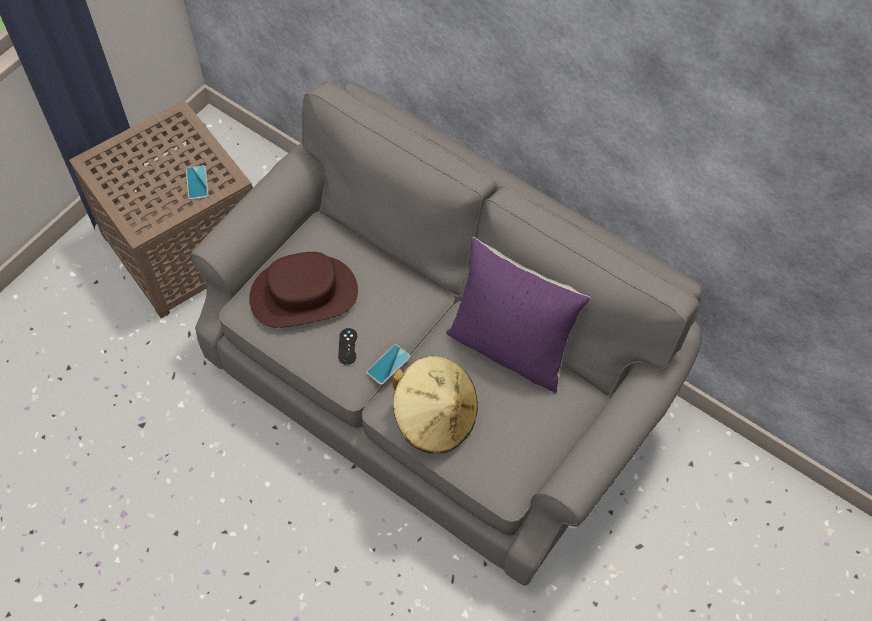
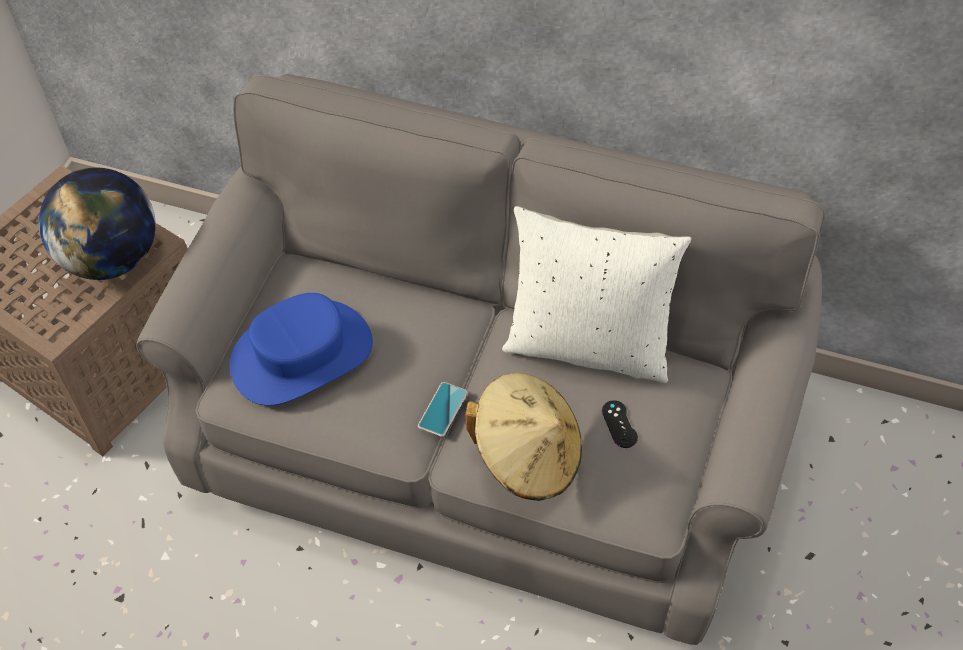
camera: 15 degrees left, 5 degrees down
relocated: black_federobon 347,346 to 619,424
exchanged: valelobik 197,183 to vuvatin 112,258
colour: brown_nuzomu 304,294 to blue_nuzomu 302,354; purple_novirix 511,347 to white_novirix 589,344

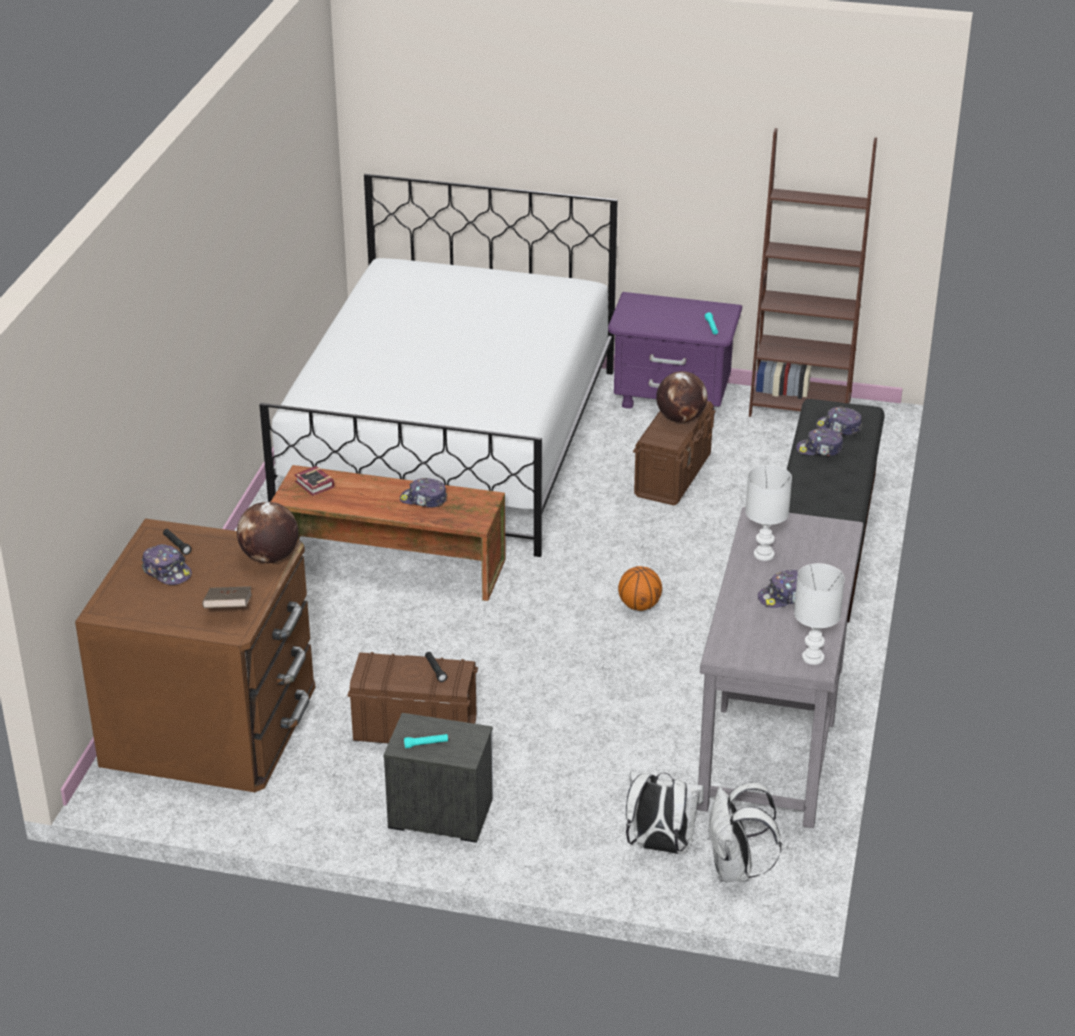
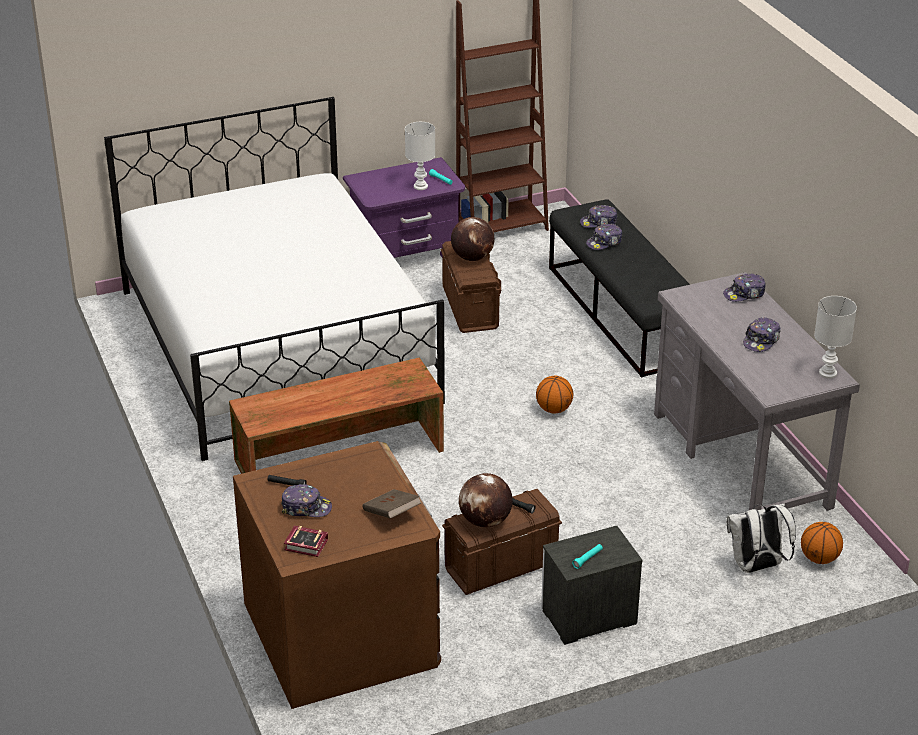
camera: 35 degrees left, 0 degrees up
relocated: vuvatin 269,558 to 485,521; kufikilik 314,485 to 307,546; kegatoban 423,500 to 744,294; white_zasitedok 764,554 to 420,186
exchanged: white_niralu 735,870 to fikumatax 819,559

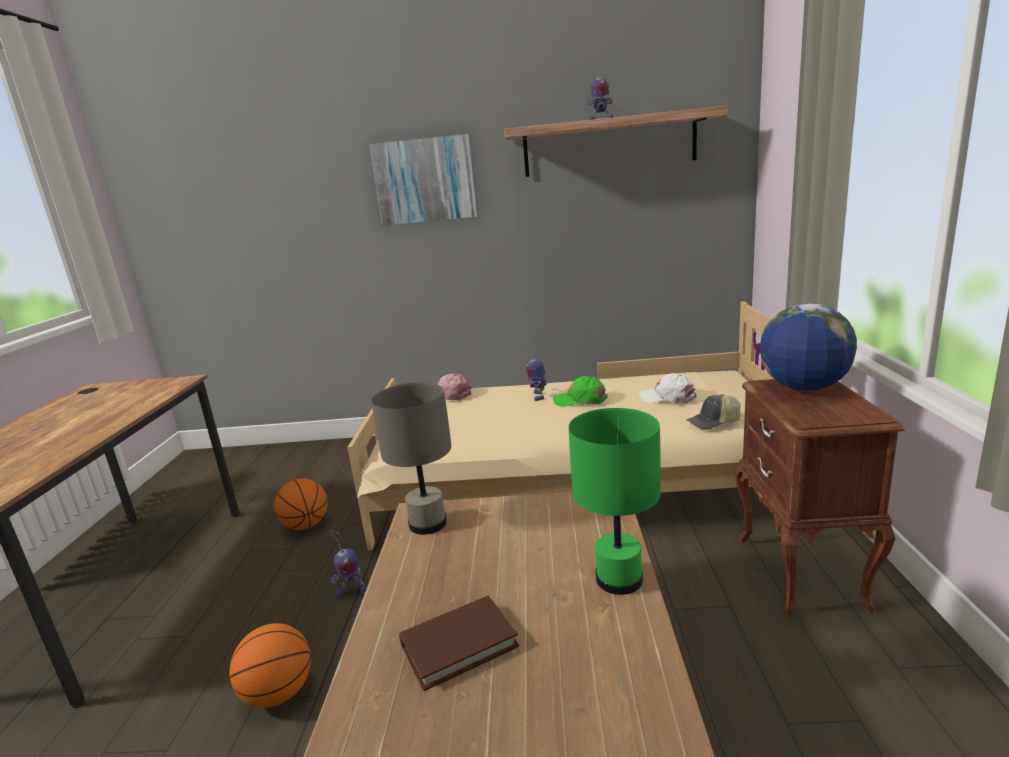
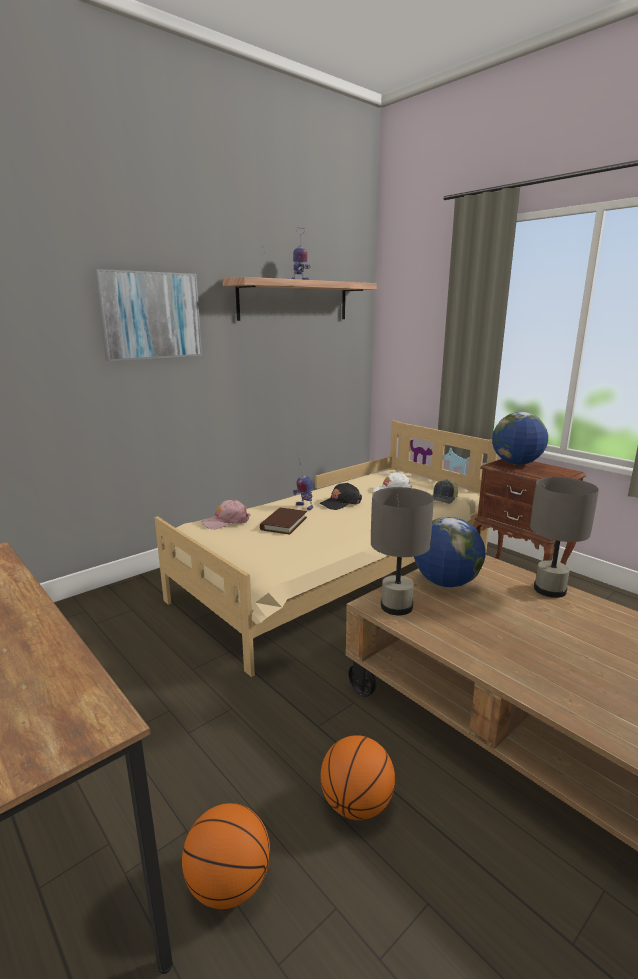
camera: 45 degrees left, 0 degrees up
missing: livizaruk 351,591
appeared: vuvatin 446,583
relocated: fikumatax 306,525 to 229,884; brown_kufikilik 459,645 to 284,523
colour: green_kegatoban 580,400 to black_kegatoban 340,503; green_zasitedok 620,579 to grey_zasitedok 550,589

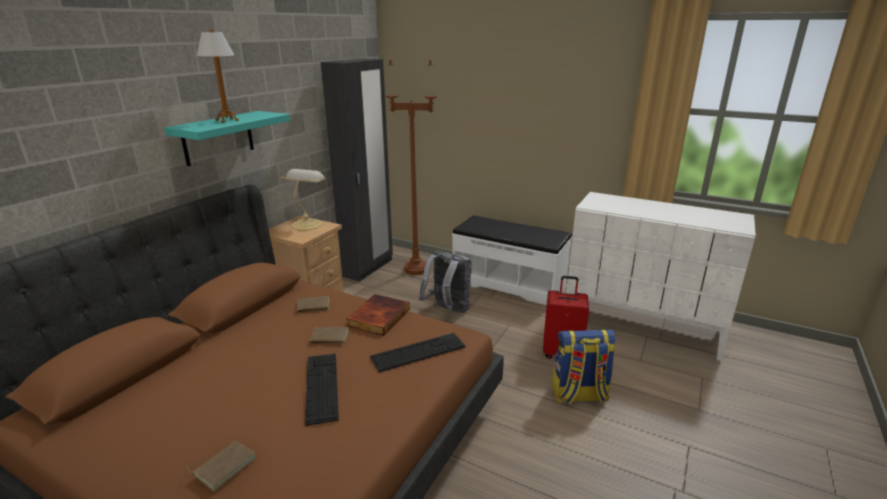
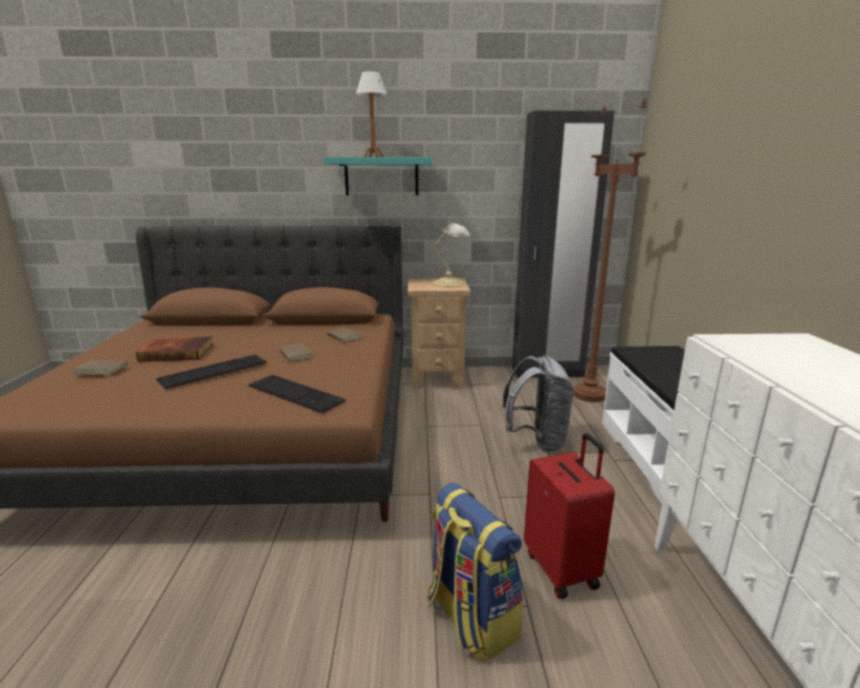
camera: 60 degrees right, 5 degrees down
relocated: kufikilik 378,317 to 178,352

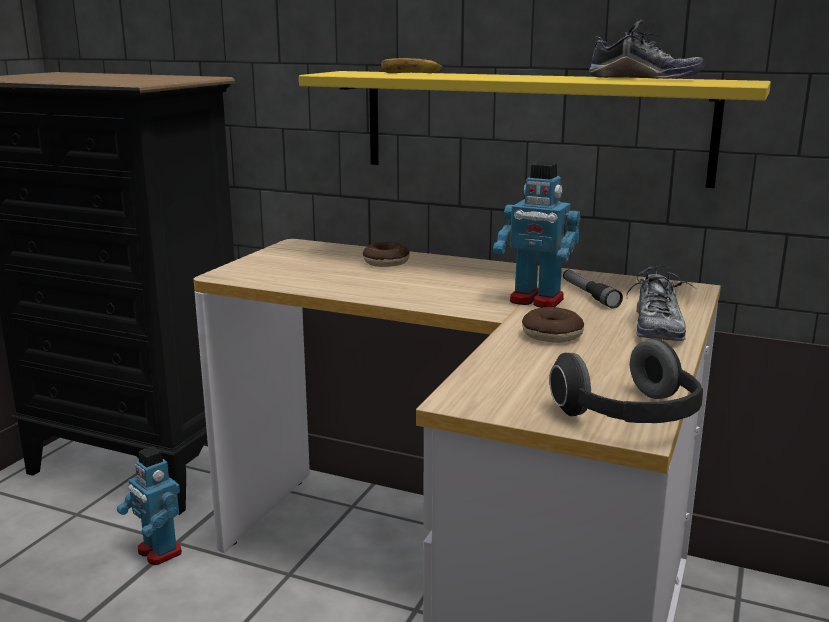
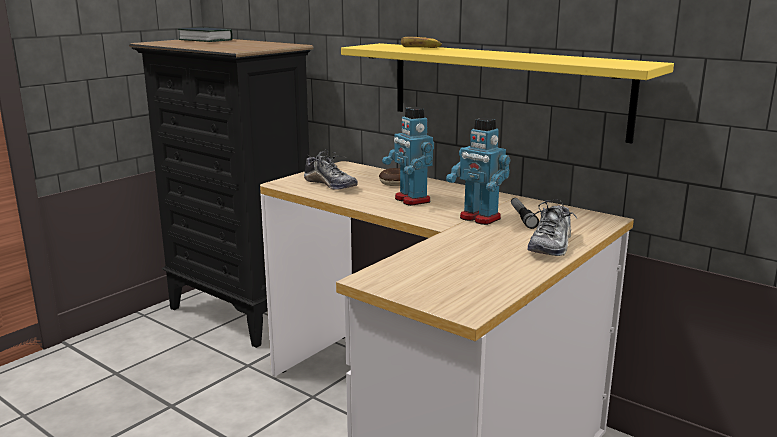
camera: 15 degrees right, 0 degrees up
missing: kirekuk 552,335; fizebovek 631,417
appeared: kufikilik 205,40
relocated: livizaruk 158,552 to 411,200; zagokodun 644,79 to 330,185

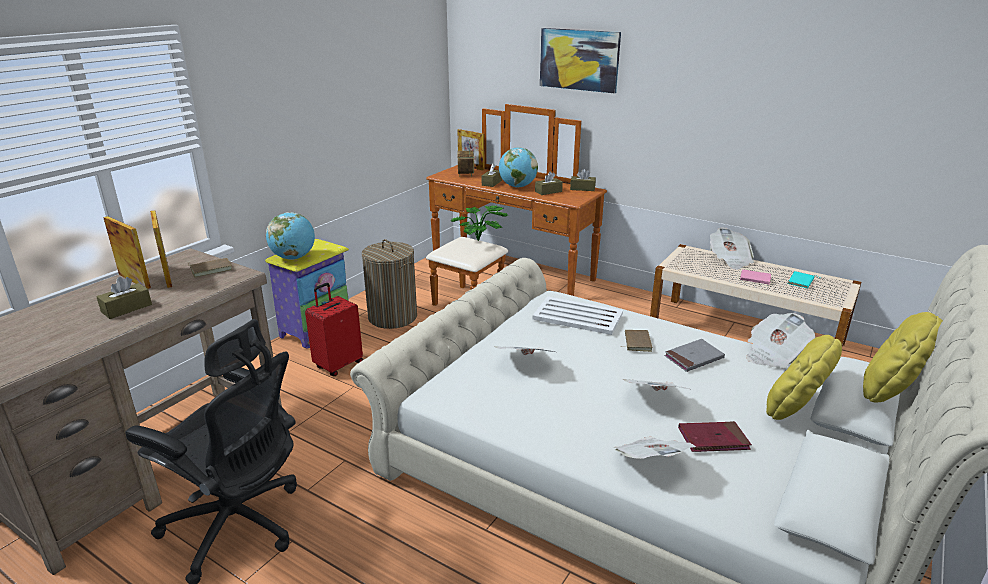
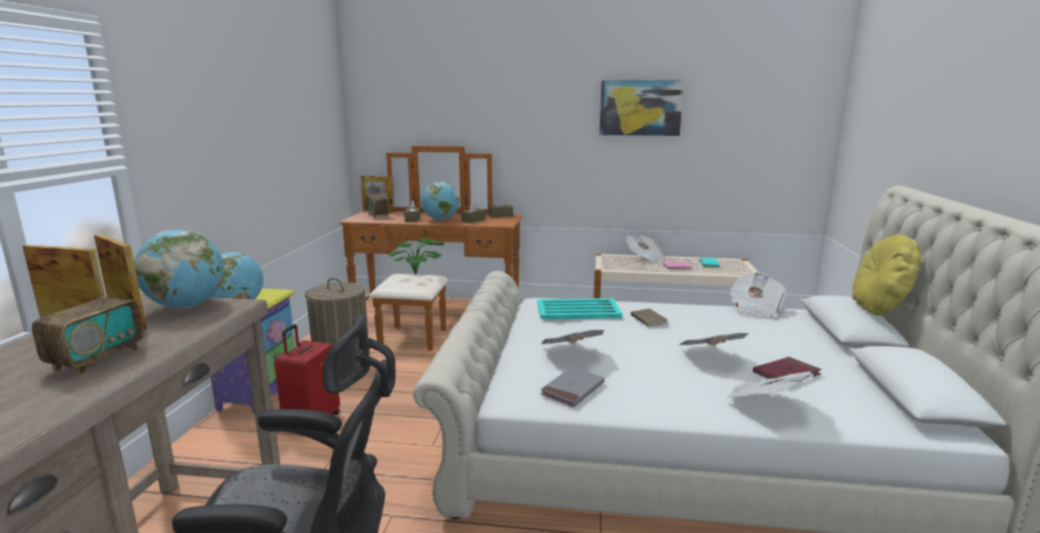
camera: 25 degrees left, 10 degrees down
missing: yellow_novirix 794,412
relocated: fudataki 579,60 to 640,108; grey_kufikilik 693,358 to 572,389
exchanged: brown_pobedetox 126,308 to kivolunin 96,359; brown_kufikilik 211,269 to vuvatin 186,306
colour: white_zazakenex 577,316 to turquoise_zazakenex 577,310

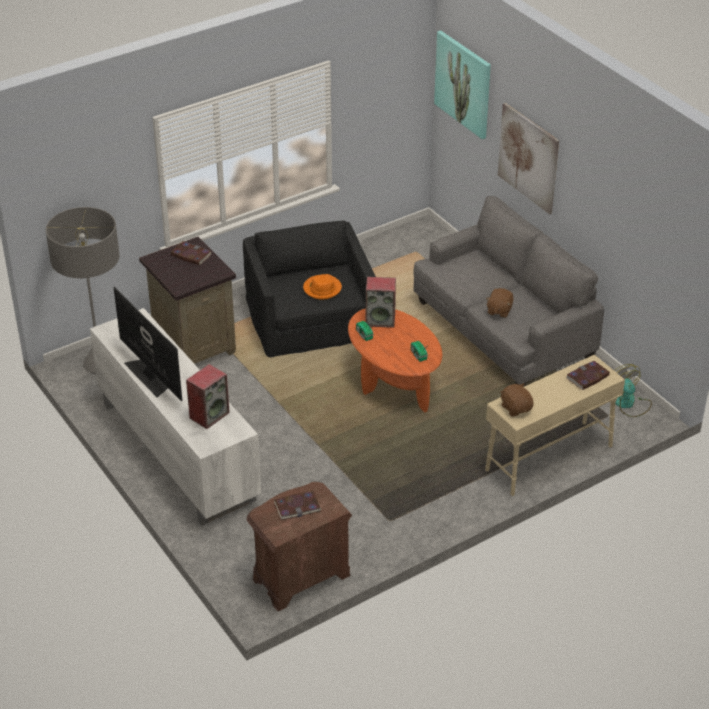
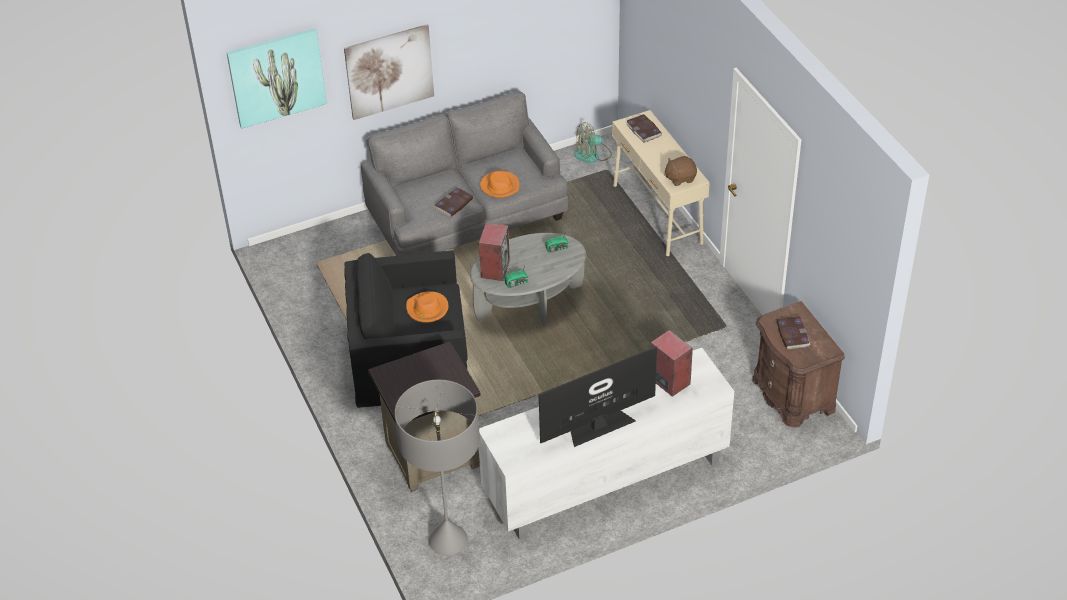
camera: 80 degrees left, 5 degrees up
relocated: kufikilik 190,255 to 453,204
exchanged: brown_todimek 499,310 to orange_nuzomu 500,186
colour: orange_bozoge 394,382 to grey_bozoge 529,303

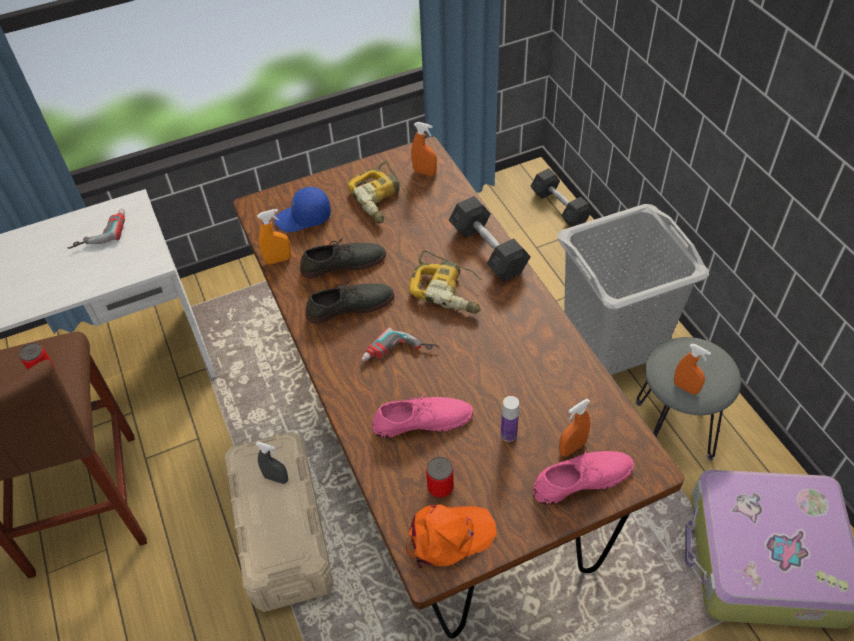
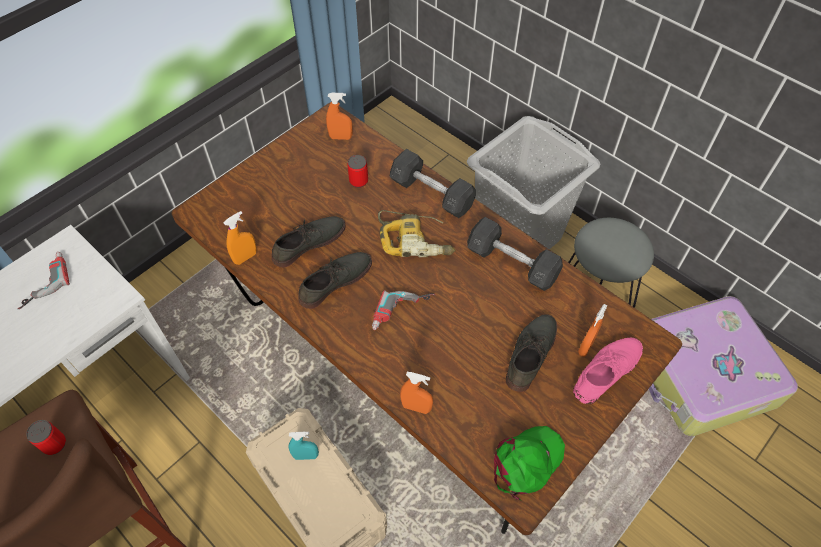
camera: 25 degrees left, 5 degrees up
missing: blue_kegatoban 303,218; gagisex 381,199; pink_zagokodun 422,420
relocated: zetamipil 440,487 to 358,181; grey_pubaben 559,207 to 512,263; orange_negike 685,388 to 416,407
exchanged: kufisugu 508,434 to grey_zagokodun 530,353
colour: grey_negike 276,478 to turquoise_negike 306,456; orange_kegatoban 448,537 to green_kegatoban 526,462

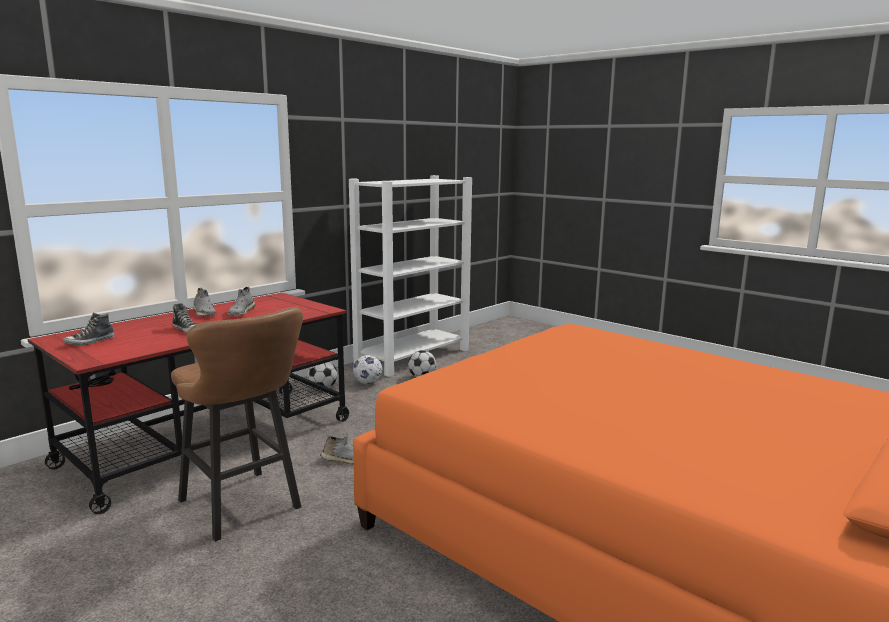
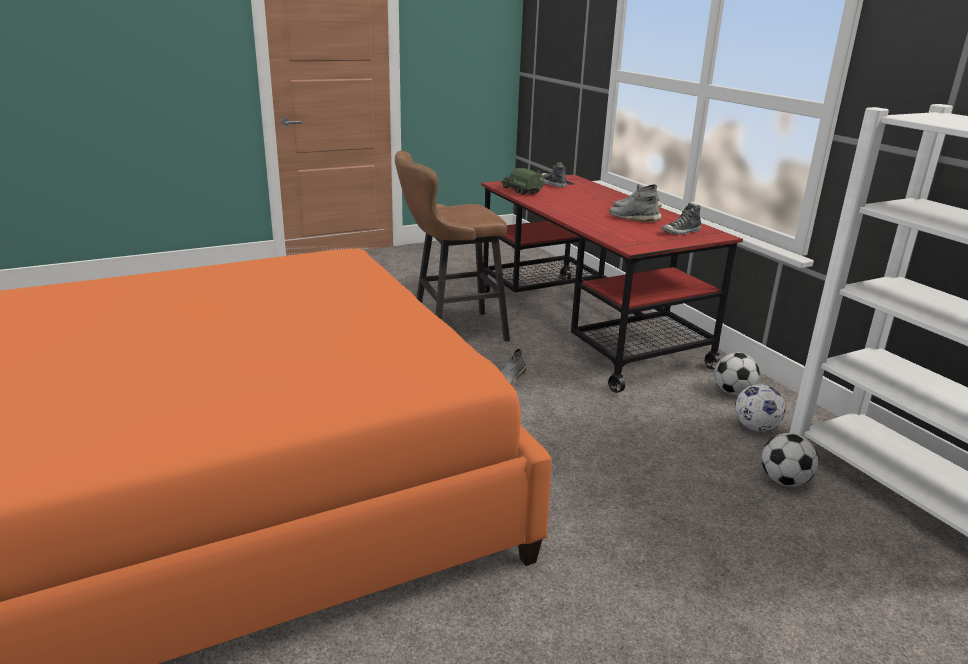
camera: 110 degrees right, 10 degrees up
appeared: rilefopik 521,190
relocated: zagokodun 187,330 to 681,232

